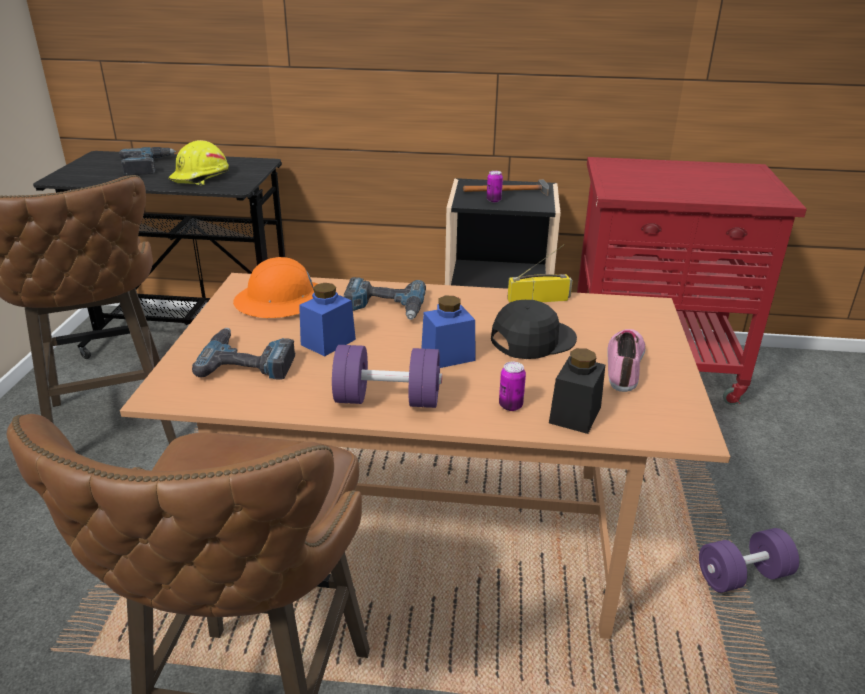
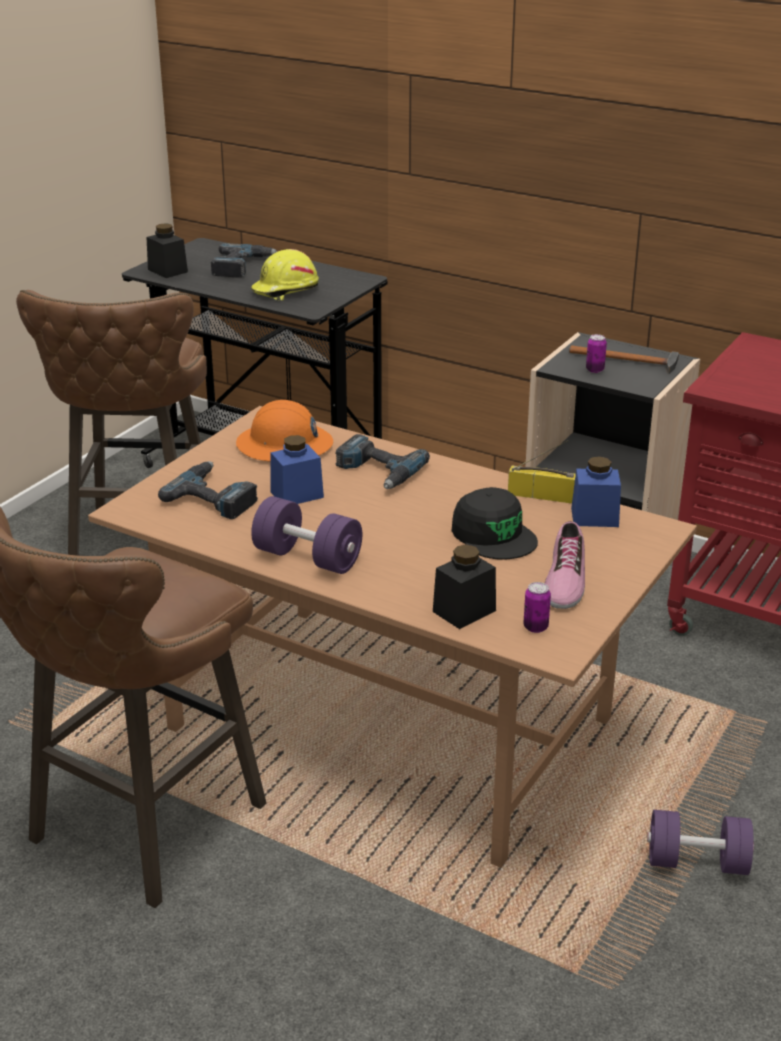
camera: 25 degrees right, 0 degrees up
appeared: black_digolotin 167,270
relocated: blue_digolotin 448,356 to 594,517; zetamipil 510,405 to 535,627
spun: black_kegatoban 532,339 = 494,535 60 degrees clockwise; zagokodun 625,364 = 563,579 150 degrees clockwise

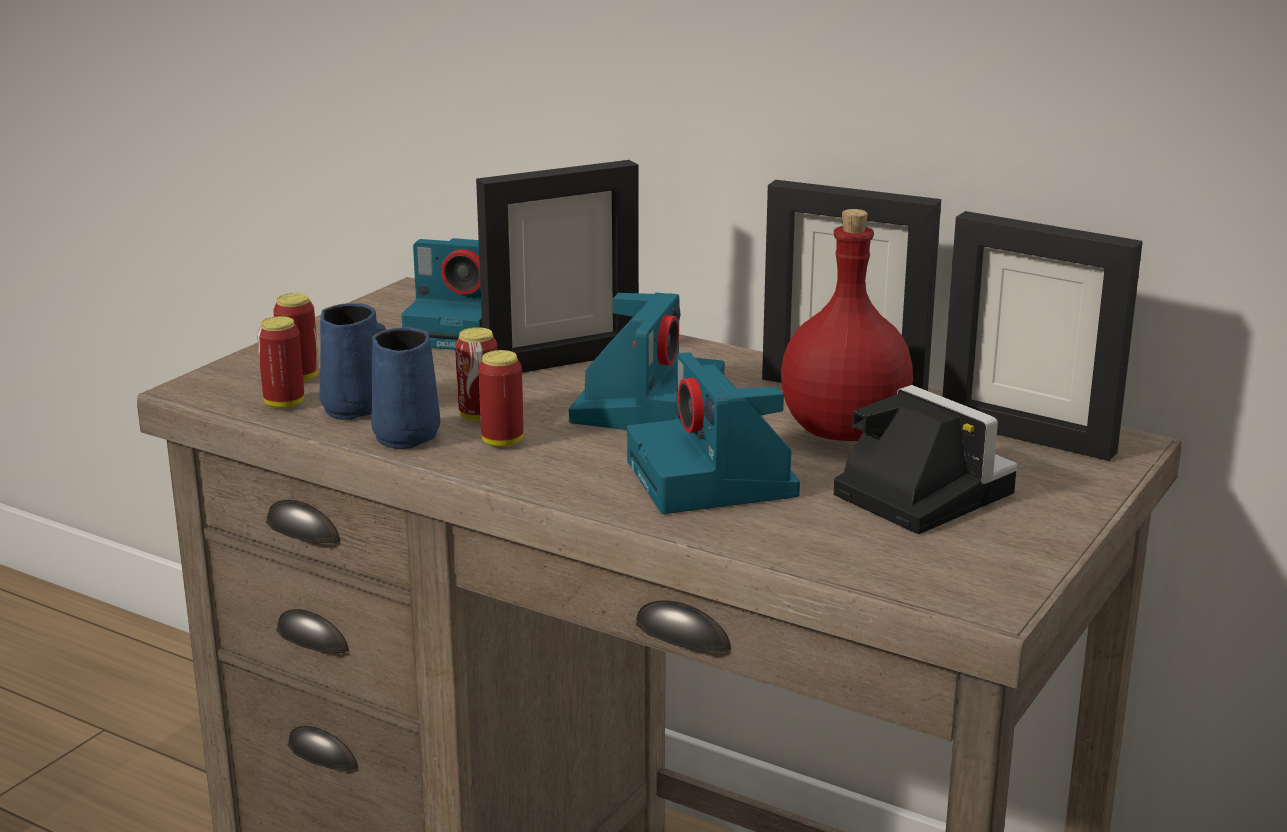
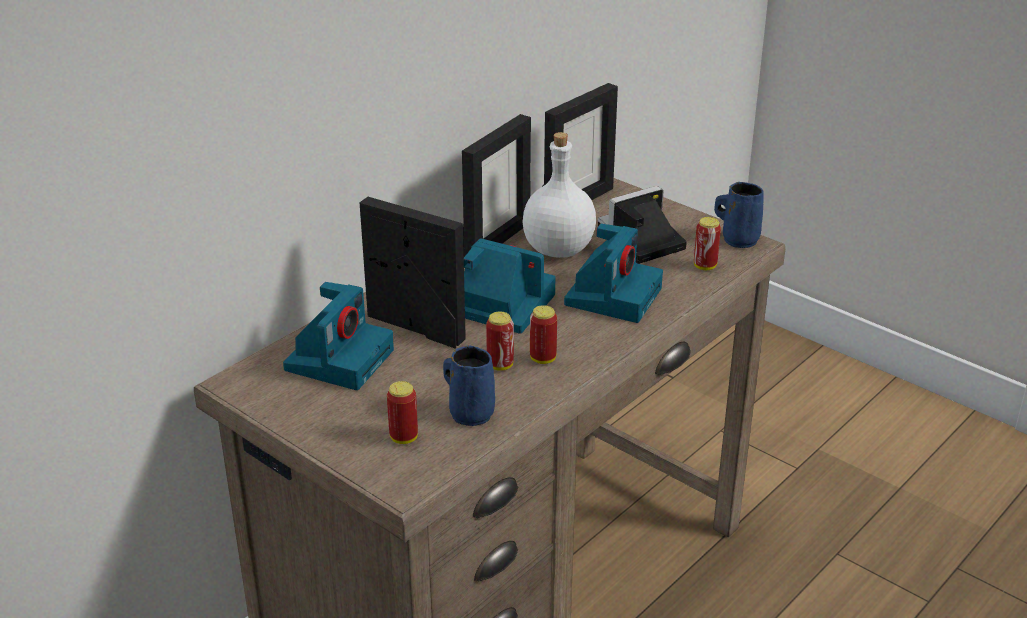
camera: 80 degrees left, 10 degrees up
relocated: zetamipil 284,404 to 705,266; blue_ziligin 409,435 to 738,239
colour: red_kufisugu 844,430 to white_kufisugu 557,249
spun: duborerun 560,360 = 414,328 45 degrees counterclockwise; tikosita 714,480 = 613,295 60 degrees counterclockwise

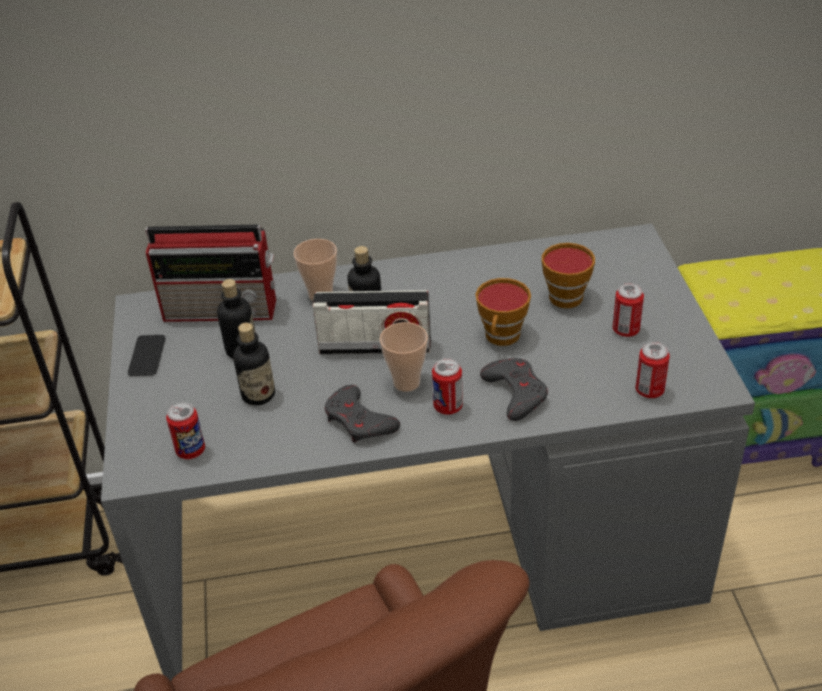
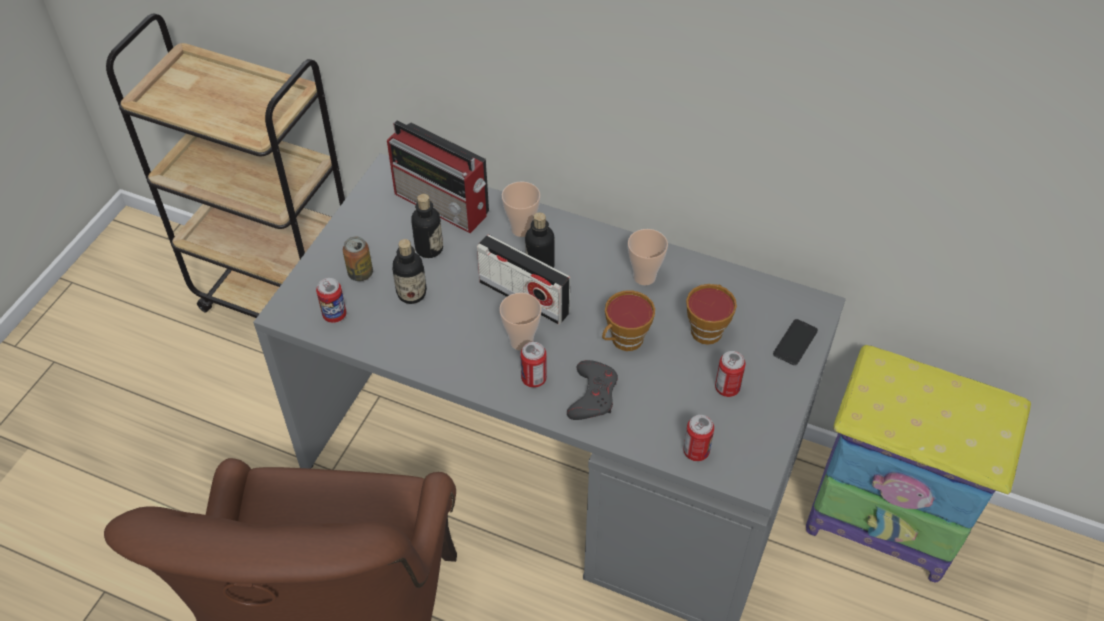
camera: 30 degrees right, 10 degrees up
missing: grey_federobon 359,421
appeared: zetamipil 360,273; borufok 644,277
relocated: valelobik 147,356 to 795,342

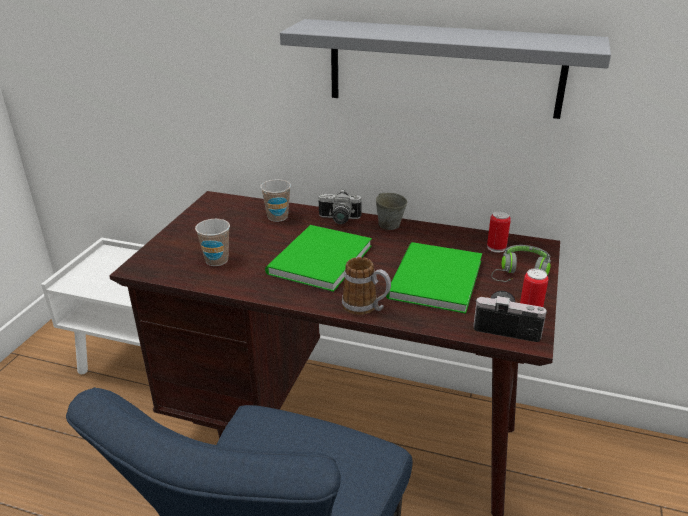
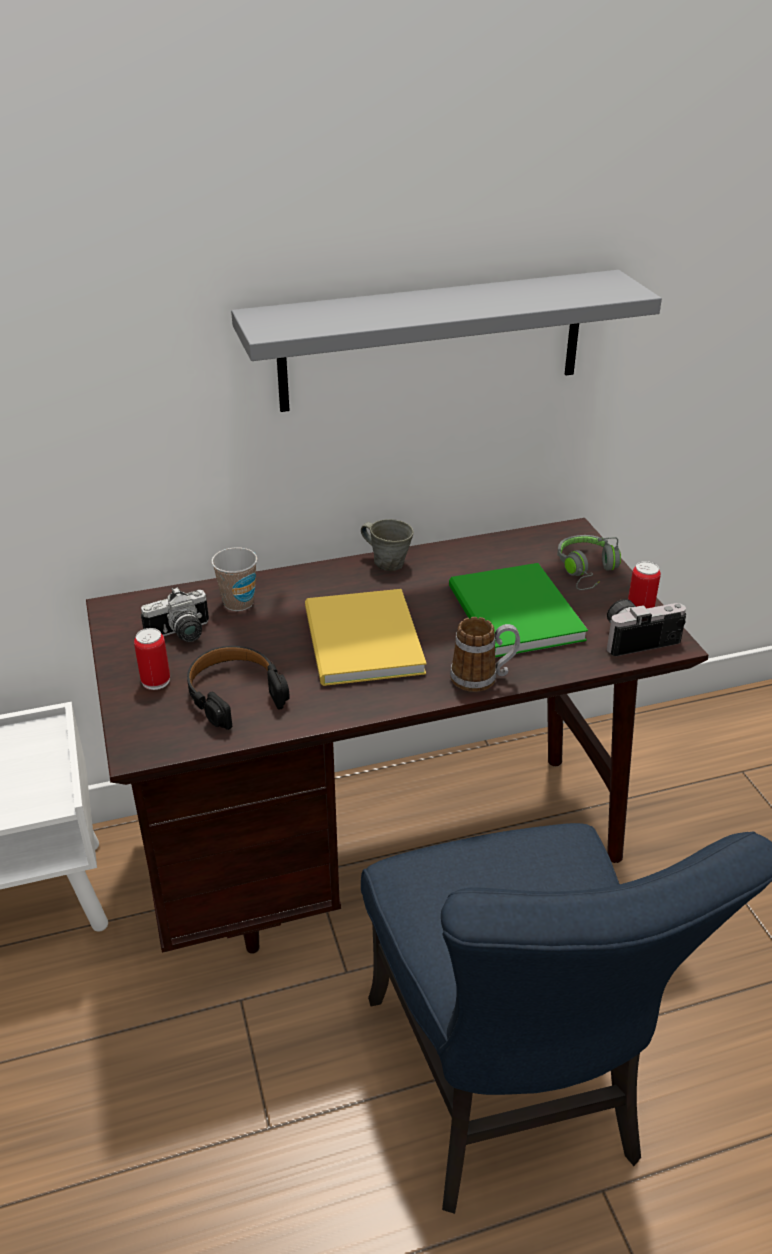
camera: 35 degrees left, 5 degrees up
relocated: tikosita 339,220 to 181,635; zetamipil 496,247 to 156,681
exchanged: borufok 216,260 to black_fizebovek 235,694
colour: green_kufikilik 316,260 to yellow_kufikilik 360,643

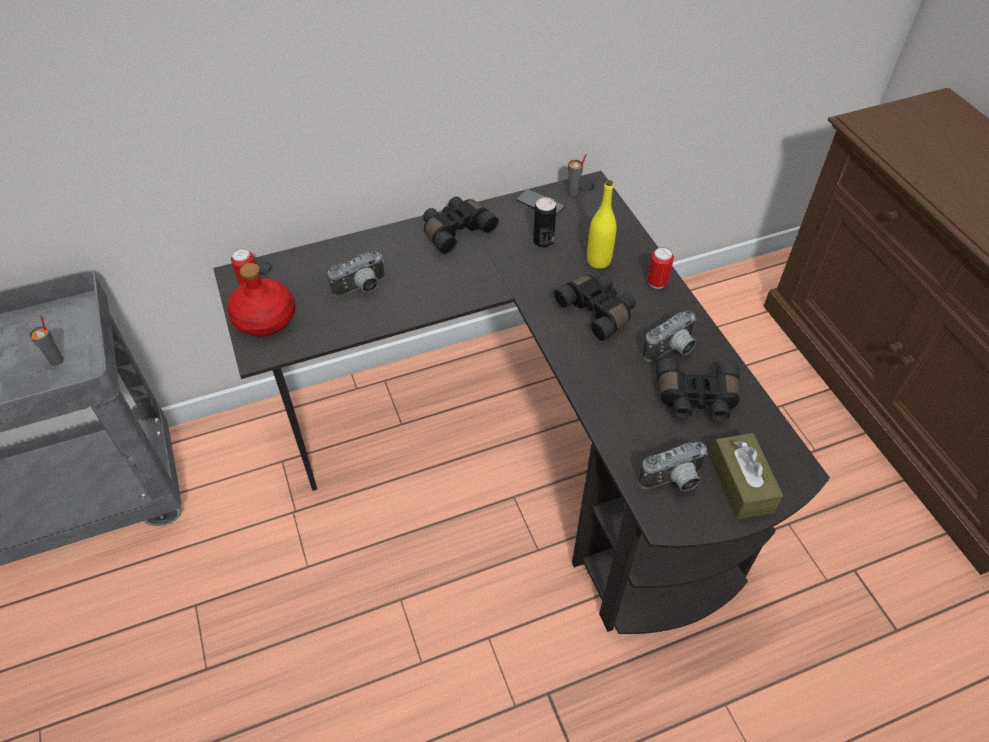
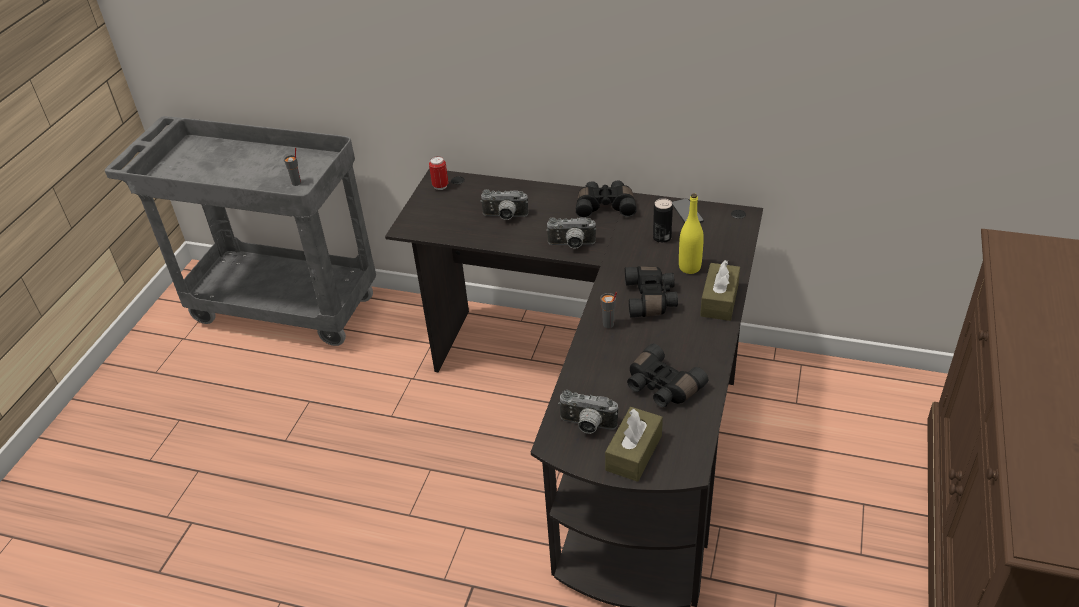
camera: 40 degrees right, 10 degrees down
missing: red_kufisugu 265,318
relocated: grey_borufok 573,192 to 608,324; tikosita 672,350 to 571,245
exchanged: zetamipil 657,282 to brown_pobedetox 719,300

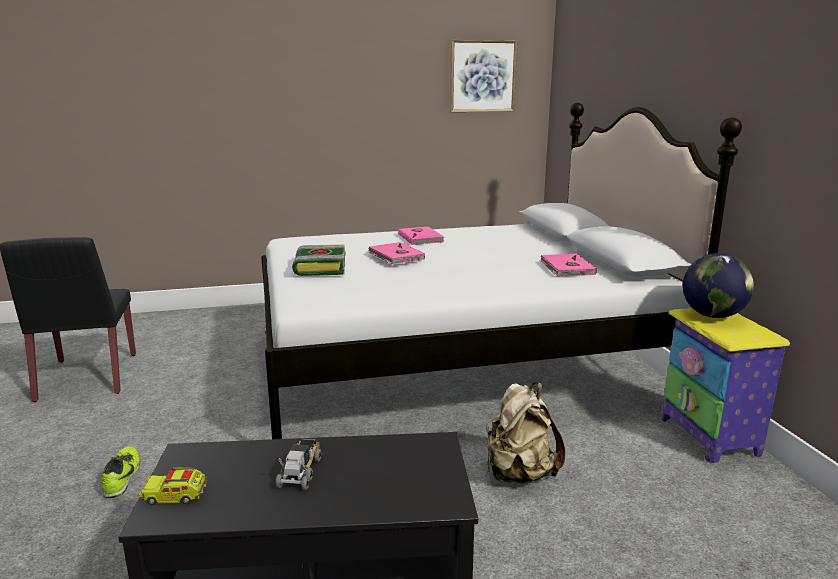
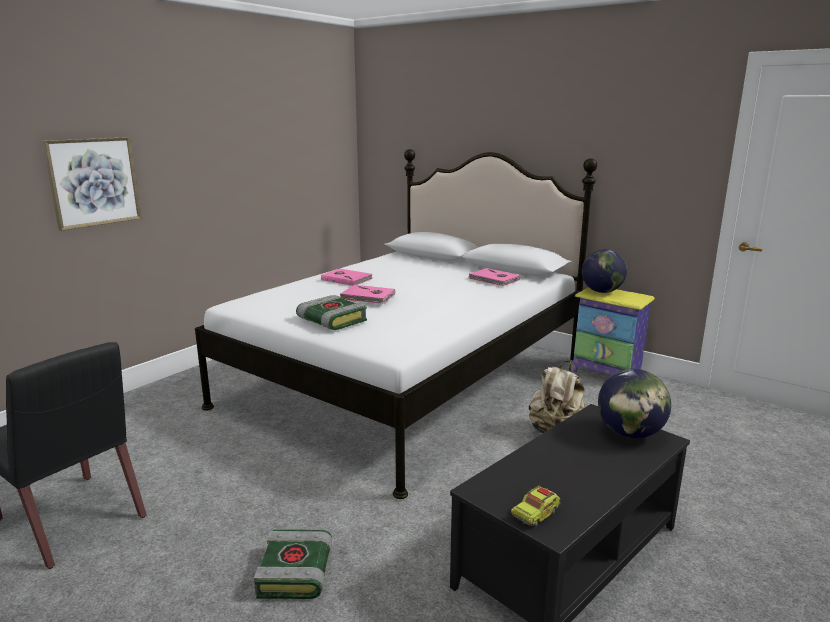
camera: 40 degrees left, 0 degrees up
missing: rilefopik 300,471
appeared: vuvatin 630,433
relocated: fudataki 482,76 to 94,182
exchanged: zagokodun 122,477 to kufikilik 296,573

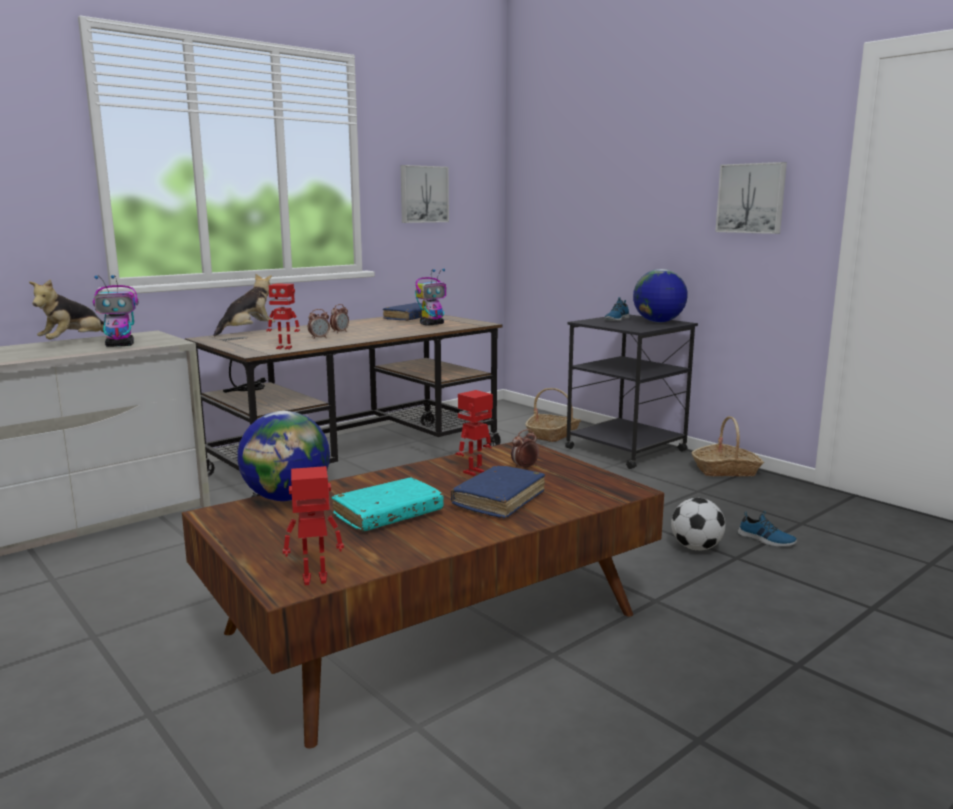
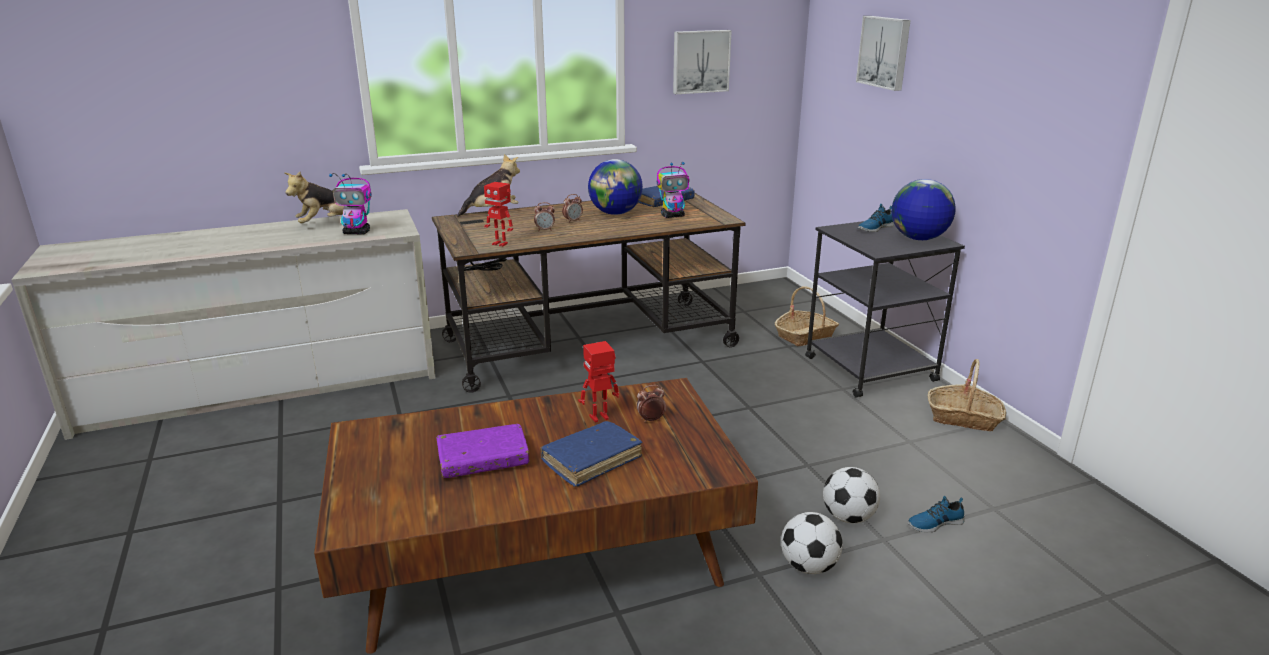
camera: 20 degrees right, 10 degrees up
missing: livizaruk 315,580
appeared: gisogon 809,566
relocated: vuvatin 287,498 to 615,213; fudataki 751,198 to 885,52
colour: turquoise_kufikilik 388,514 to purple_kufikilik 483,460
spun: zagokodun 766,540 = 934,523 105 degrees clockwise

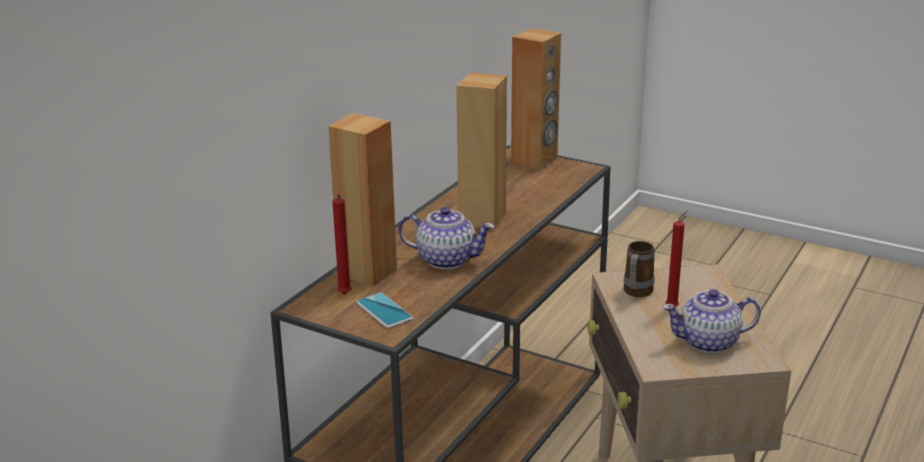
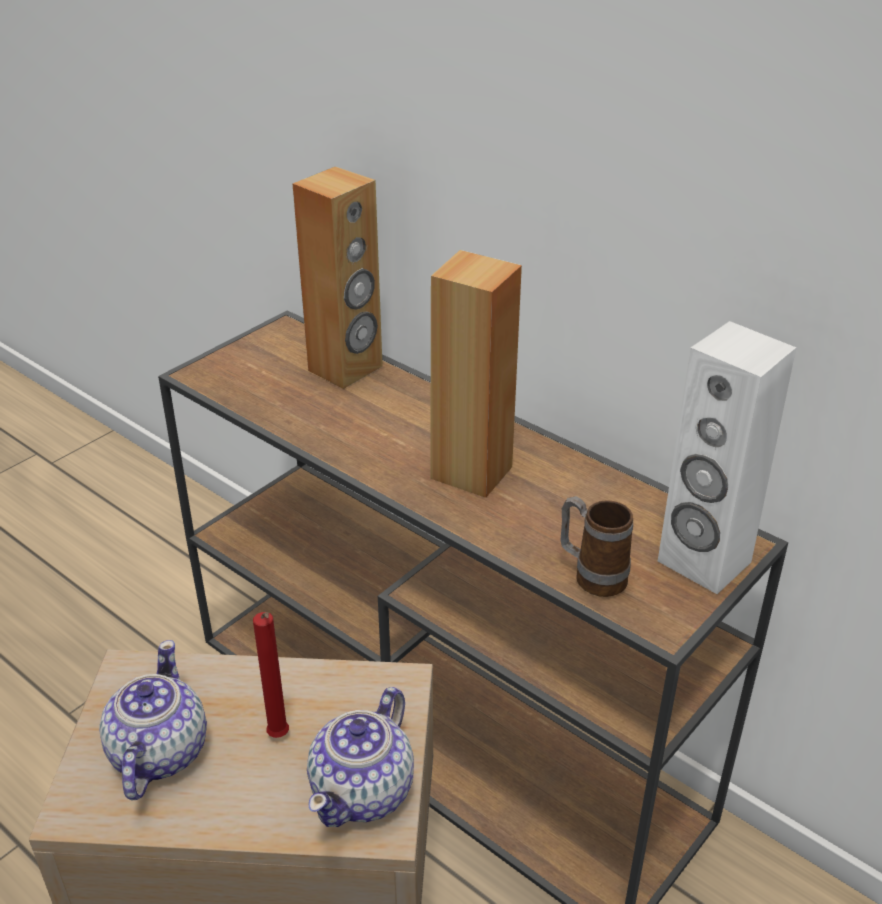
camera: 100 degrees right, 10 degrees up
missing: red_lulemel 344,295; valelobik 384,311
relocated: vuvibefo 446,259 to 364,790; ziligin 636,293 to 591,575
colour: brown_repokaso 535,160 to white_repokaso 703,562

